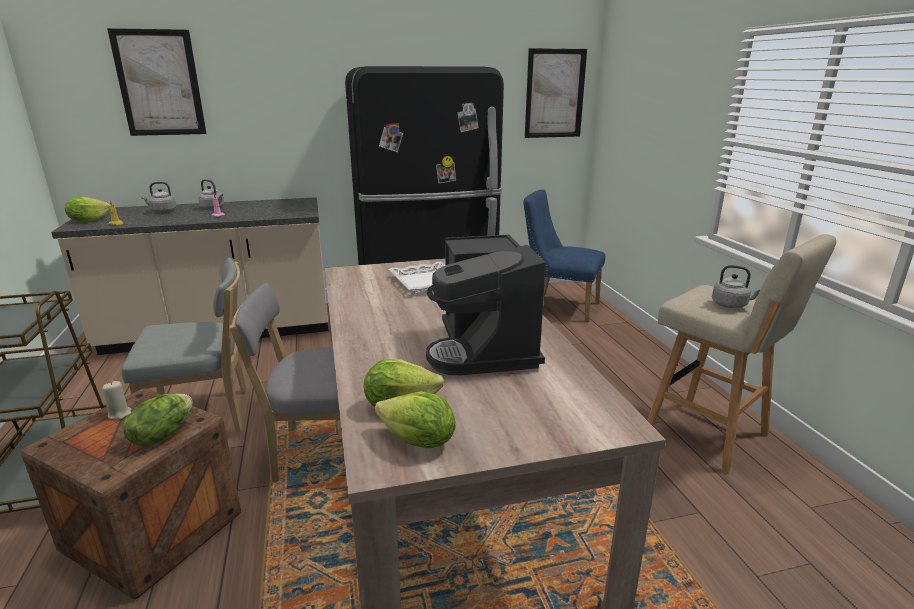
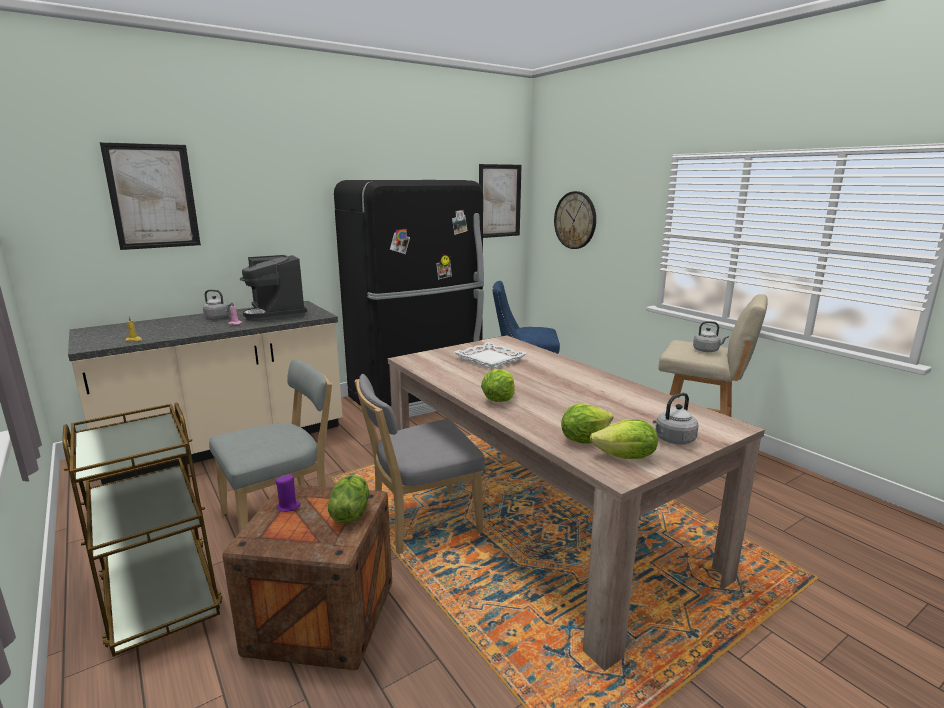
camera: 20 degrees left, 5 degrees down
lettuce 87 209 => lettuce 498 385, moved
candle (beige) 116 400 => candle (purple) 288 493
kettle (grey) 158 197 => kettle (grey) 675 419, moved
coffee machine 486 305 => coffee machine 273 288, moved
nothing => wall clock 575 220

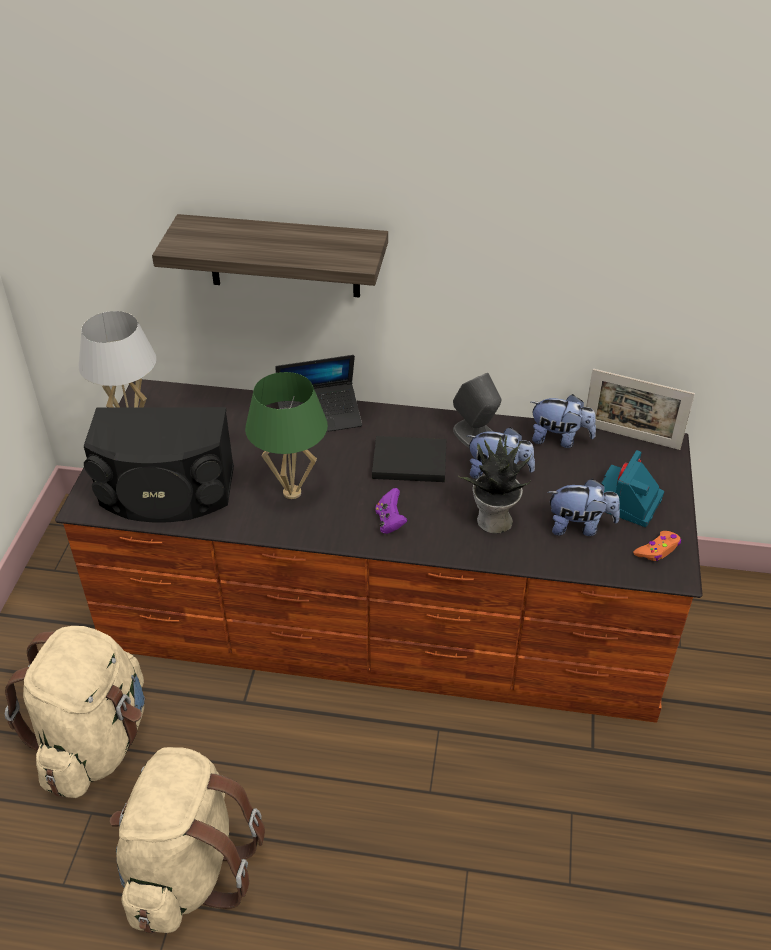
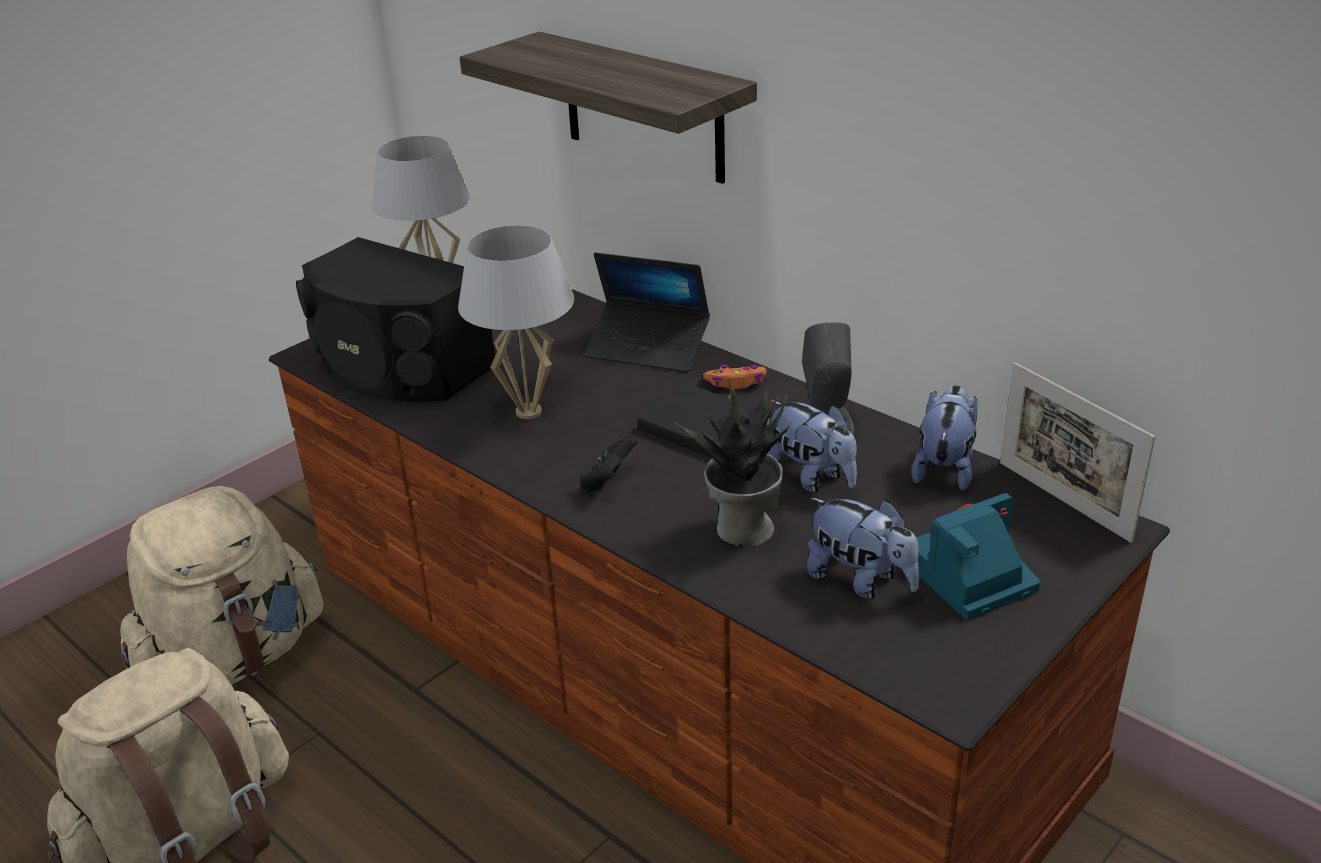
camera: 35 degrees right, 10 degrees down
table lamp (green) 286 435 => table lamp (white) 516 322
game controller (purple) 391 511 => game controller (black) 608 464
plush toy 563 421 => plush toy 944 438, 120 degrees counterclockwise
game controller (orange) 657 546 => game controller (orange) 735 377, moved

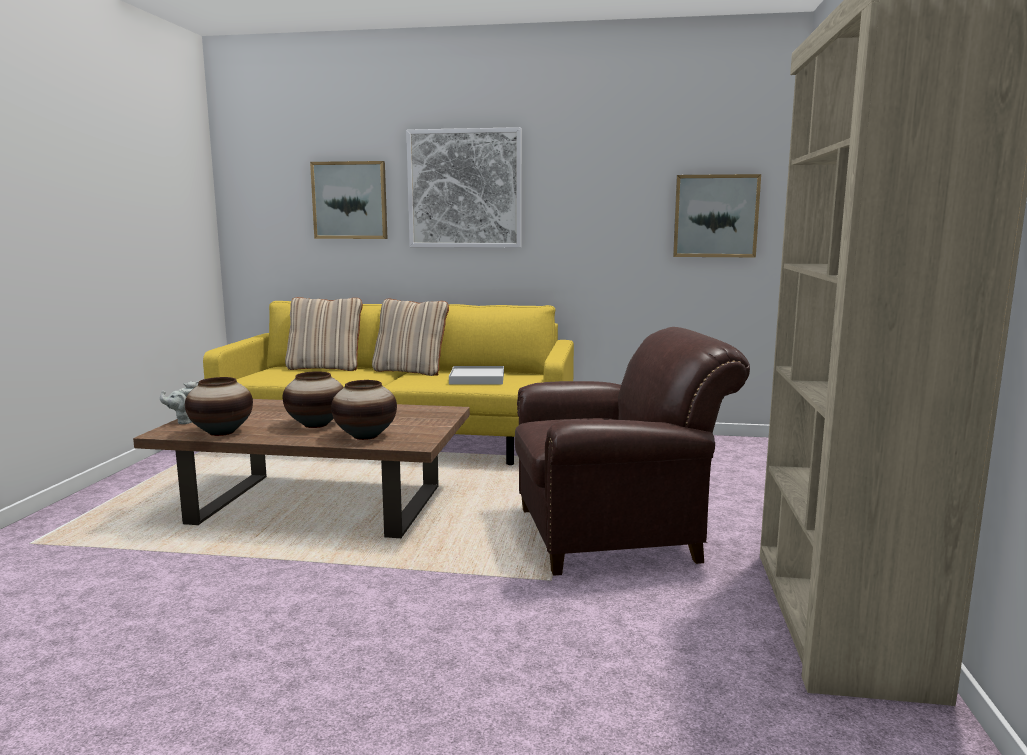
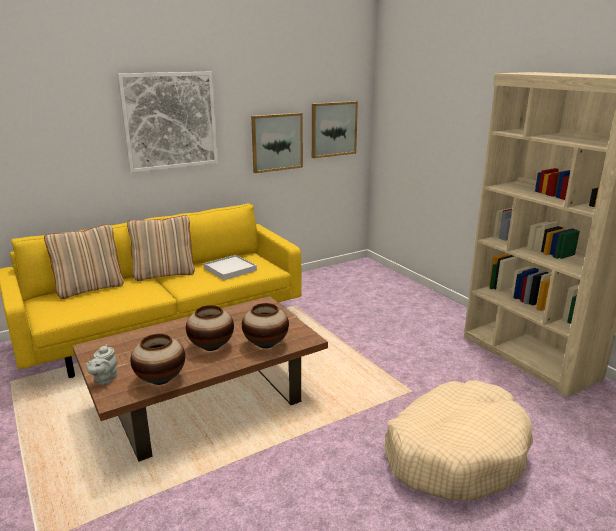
camera: 40 degrees left, 10 degrees up
picture 349 200 => picture 277 143, moved
armchair (brown) 632 451 => nothing
nothing => dog bed (beige) 459 440

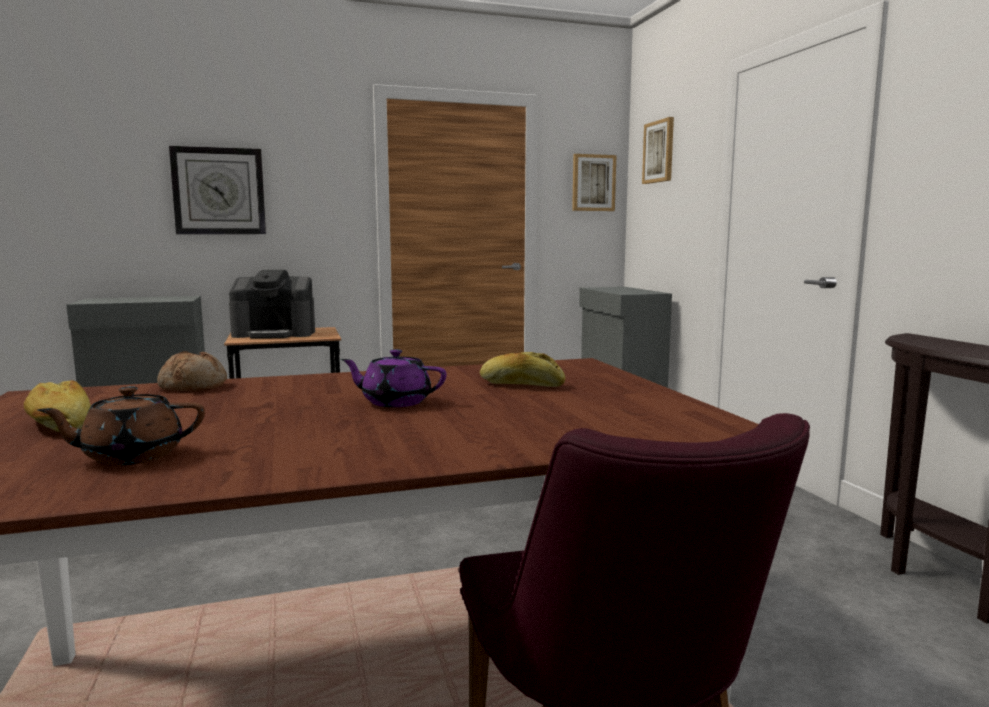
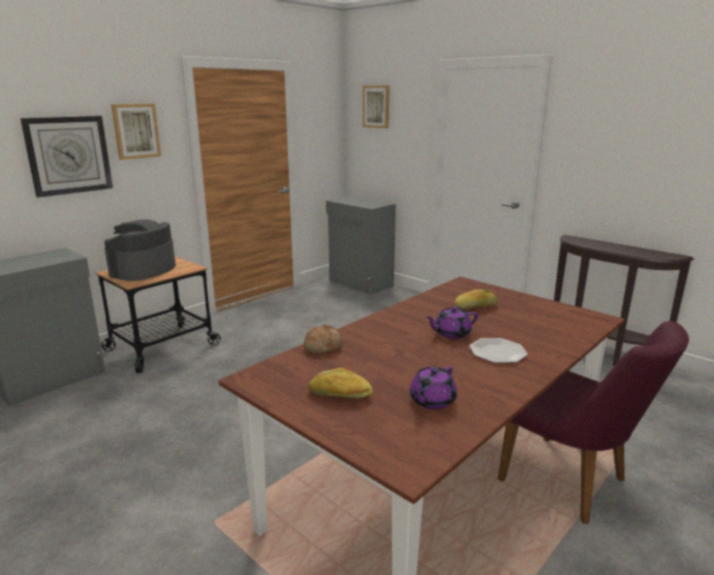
camera: 30 degrees left, 10 degrees up
teapot (brown) 121 426 => teapot (purple) 433 387
coffee machine 272 304 => coffee machine 140 250, 150 degrees clockwise
picture 594 182 => picture 136 132, moved
nothing => plate 499 350

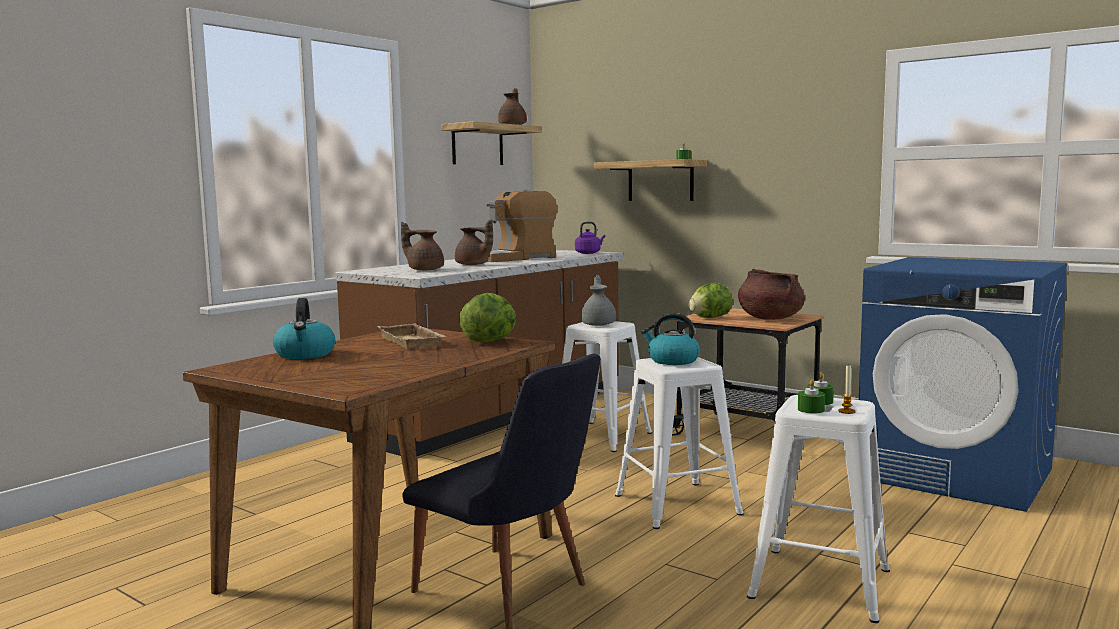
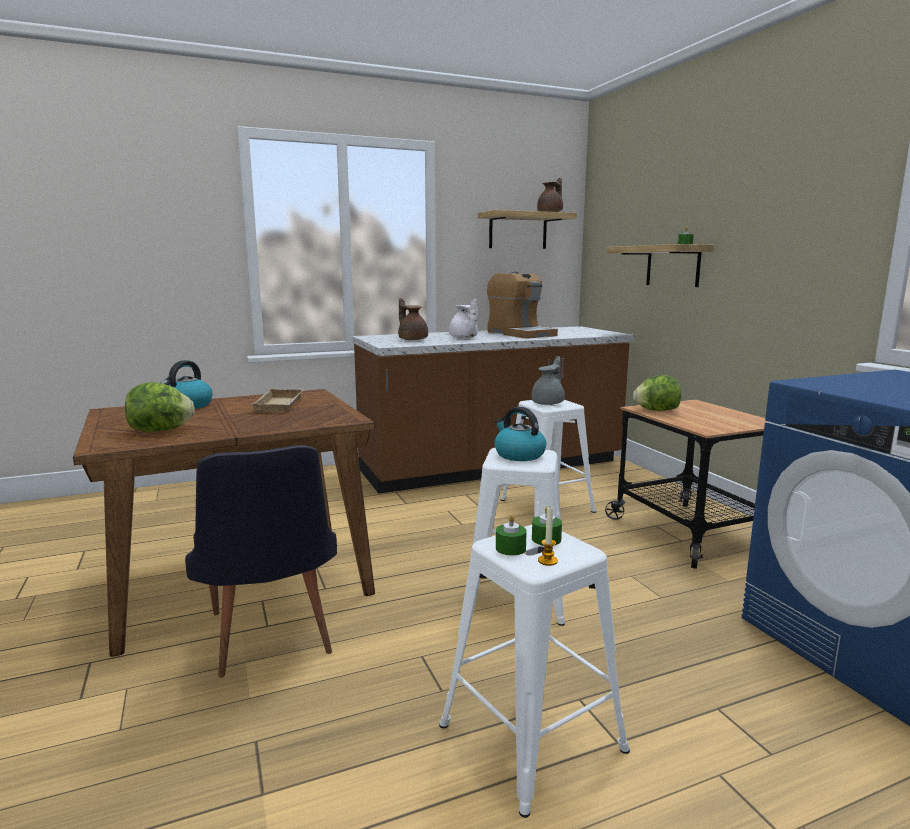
camera: 30 degrees right, 5 degrees up
teapot (brown) 474 242 => teapot (white) 463 318
lettuce 487 318 => lettuce 160 407, moved
coffee machine 522 225 => coffee machine 522 305, 120 degrees counterclockwise
kettle (purple) 590 238 => nothing
cooking pot (brown) 771 294 => nothing

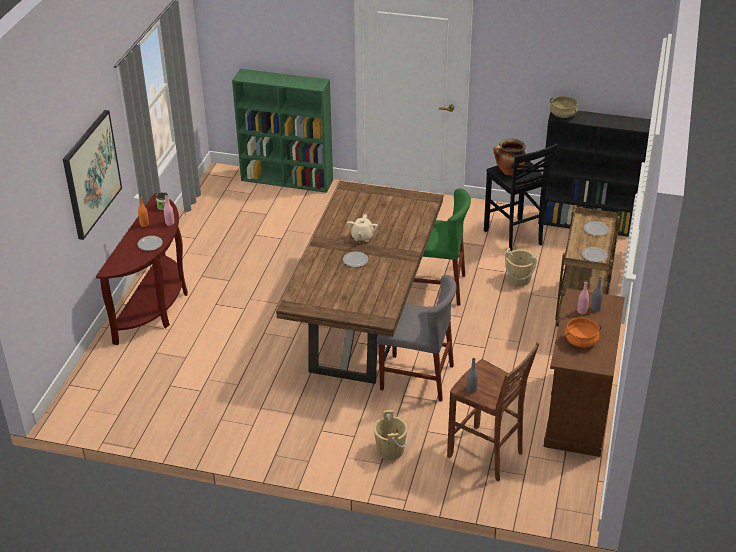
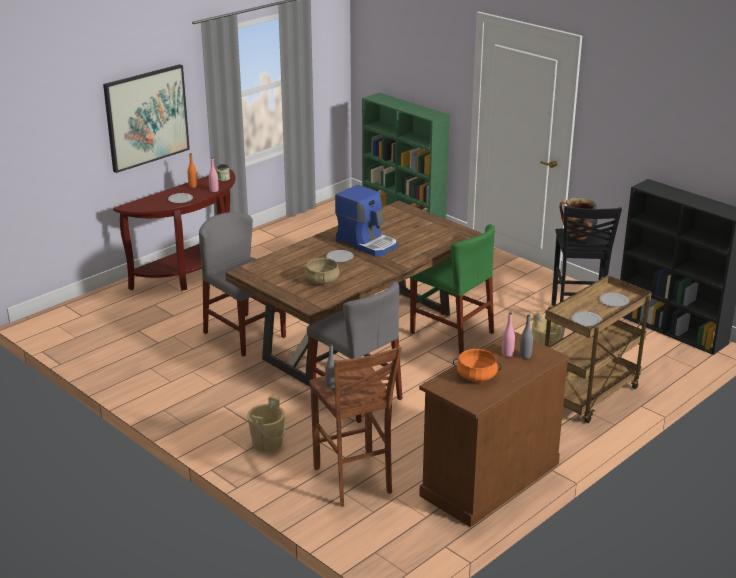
camera: 30 degrees right, 10 degrees down
teapot (beige) 362 228 => coffee machine 366 220
cooking pot (beige) 564 107 => cooking pot (beige) 322 271, moved
nothing => chair (grey) 242 284

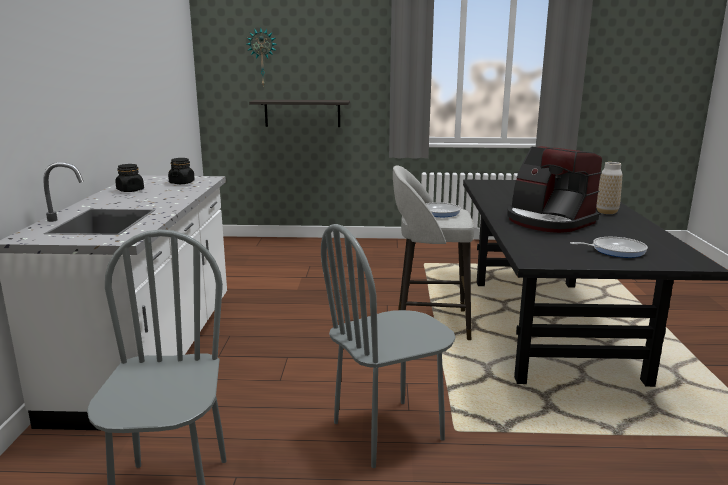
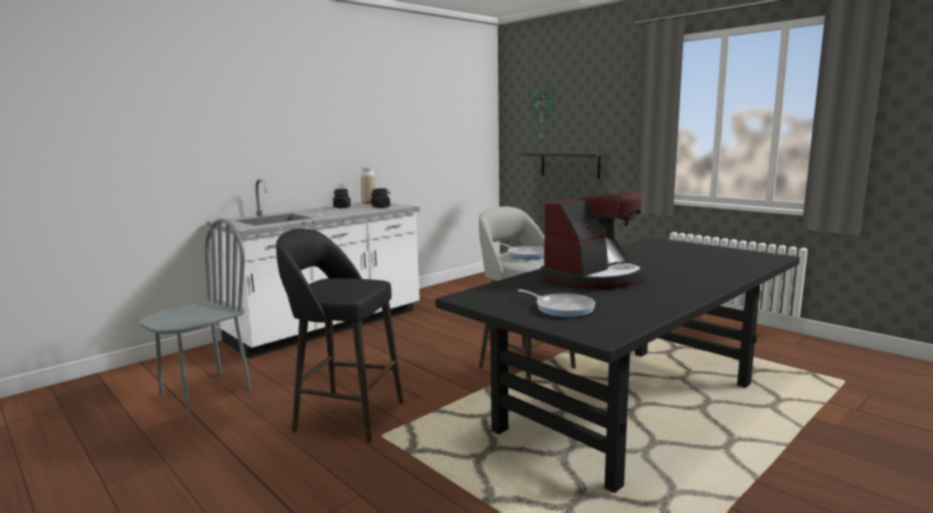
camera: 45 degrees right, 5 degrees down
chair (grey) 388 346 => stool (black) 339 336
coffee machine 554 189 => coffee machine 593 240, 135 degrees counterclockwise
vase 609 188 => vase 368 185, moved

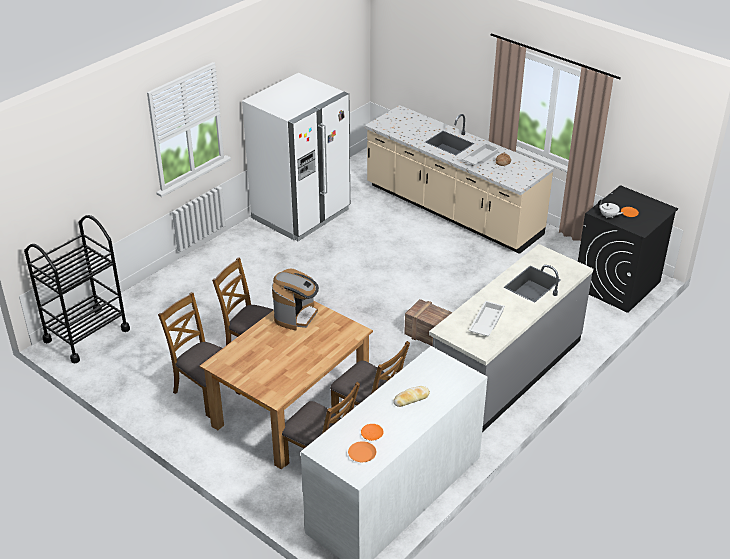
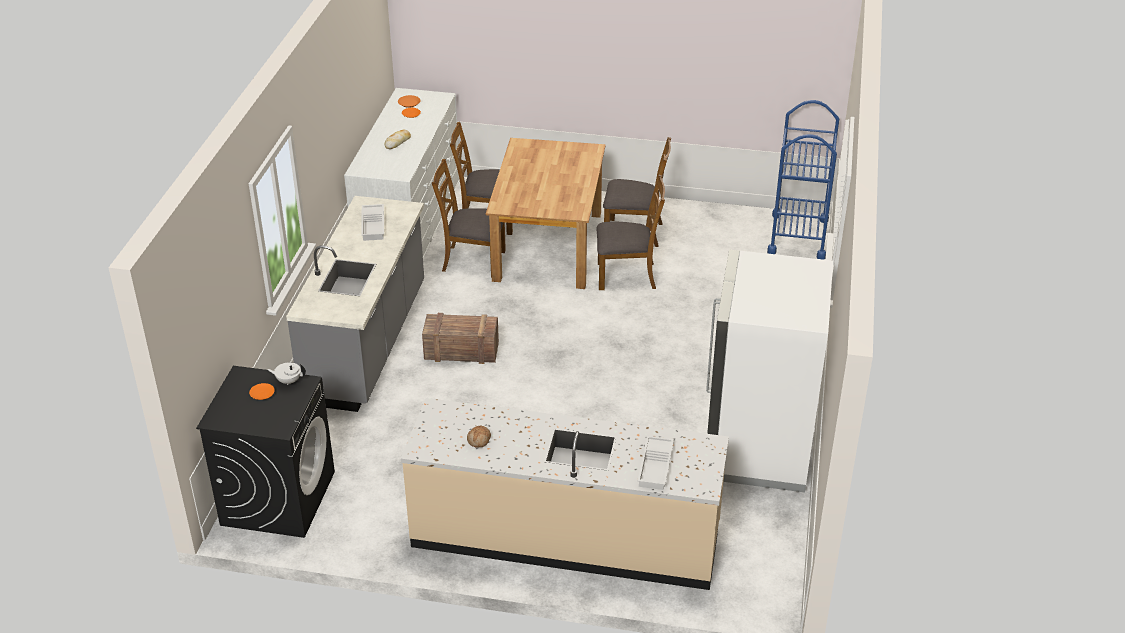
camera: 150 degrees right, 0 degrees up
cart (black) 77 289 => cart (blue) 803 180
coffee machine 295 299 => nothing
tray (white) 480 154 => tray (white) 655 463, moved

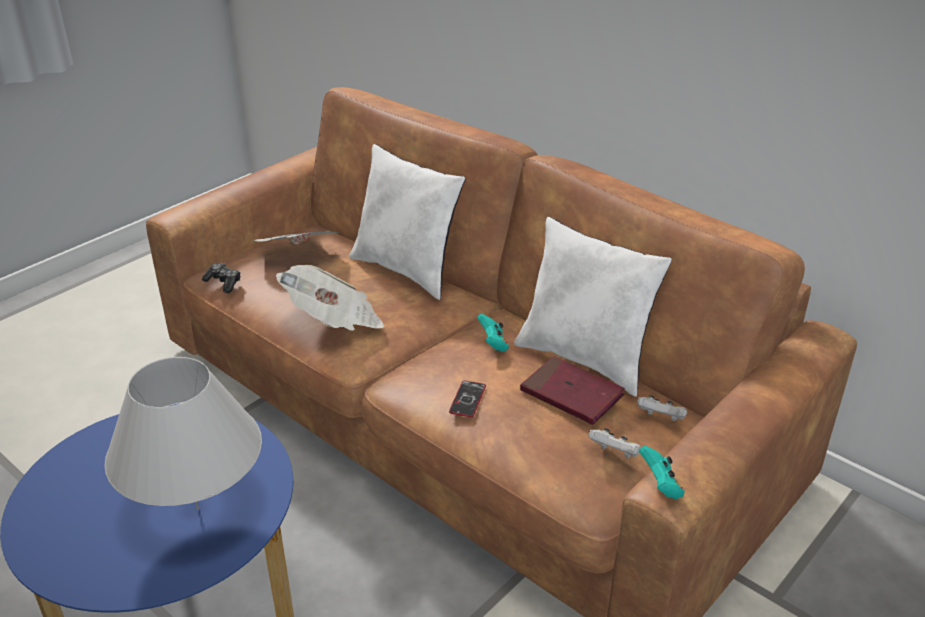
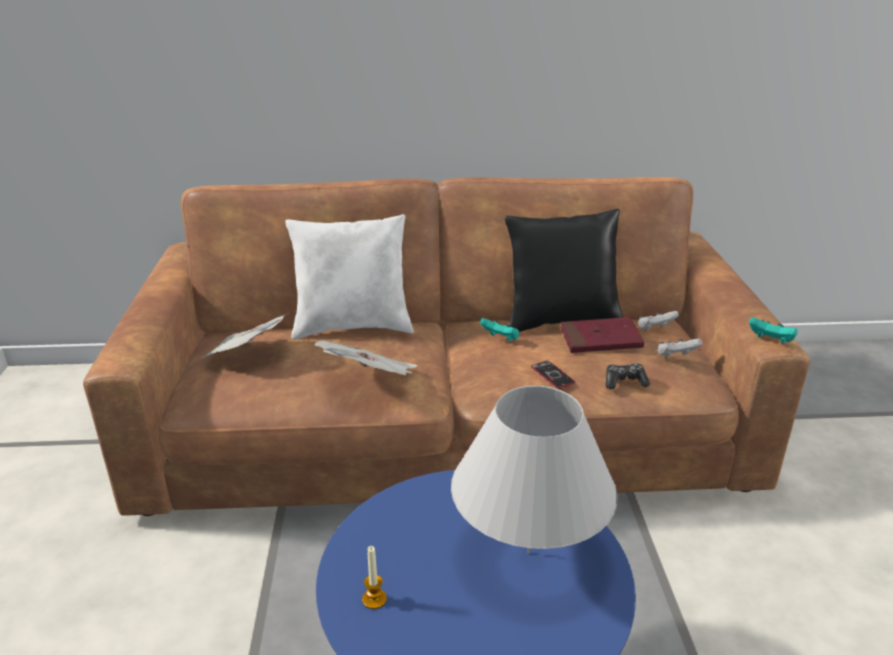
camera: 45 degrees left, 5 degrees down
game controller 221 278 => game controller 628 376, moved
pillow (white) 593 307 => pillow (black) 564 270
nothing => candle 374 577

